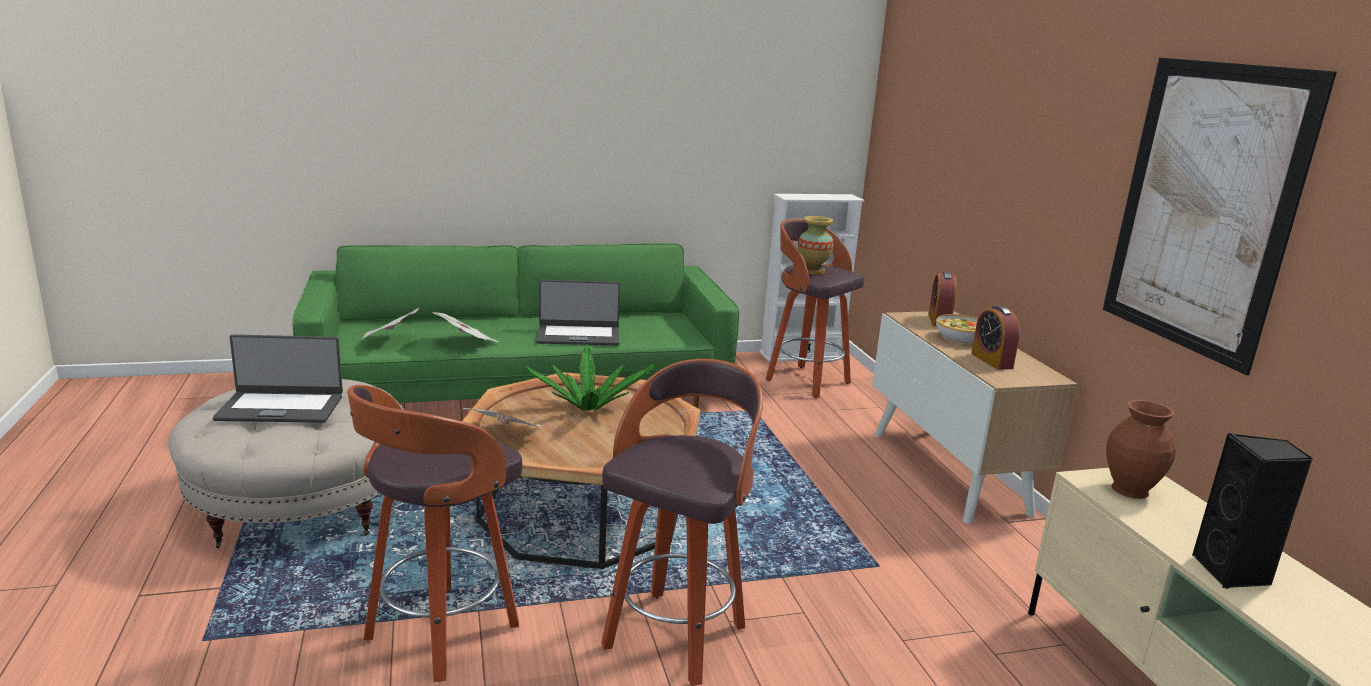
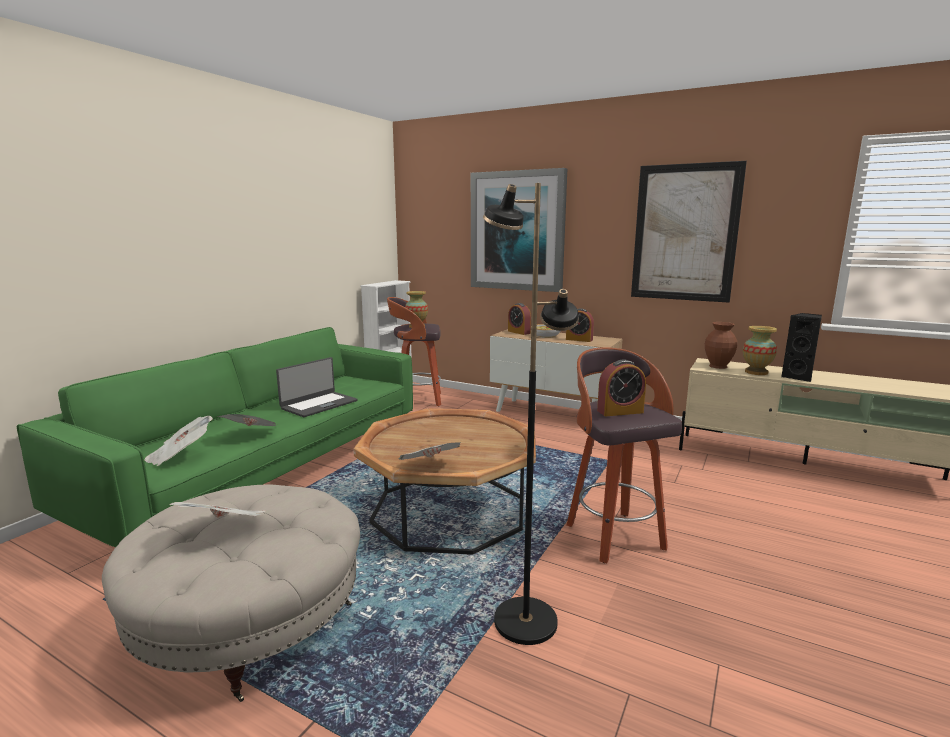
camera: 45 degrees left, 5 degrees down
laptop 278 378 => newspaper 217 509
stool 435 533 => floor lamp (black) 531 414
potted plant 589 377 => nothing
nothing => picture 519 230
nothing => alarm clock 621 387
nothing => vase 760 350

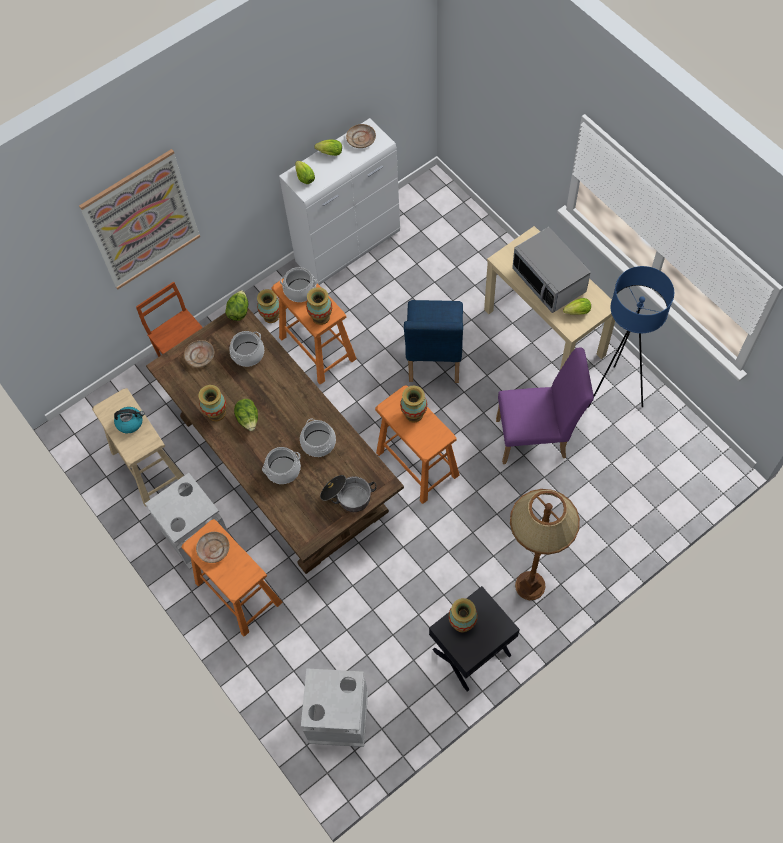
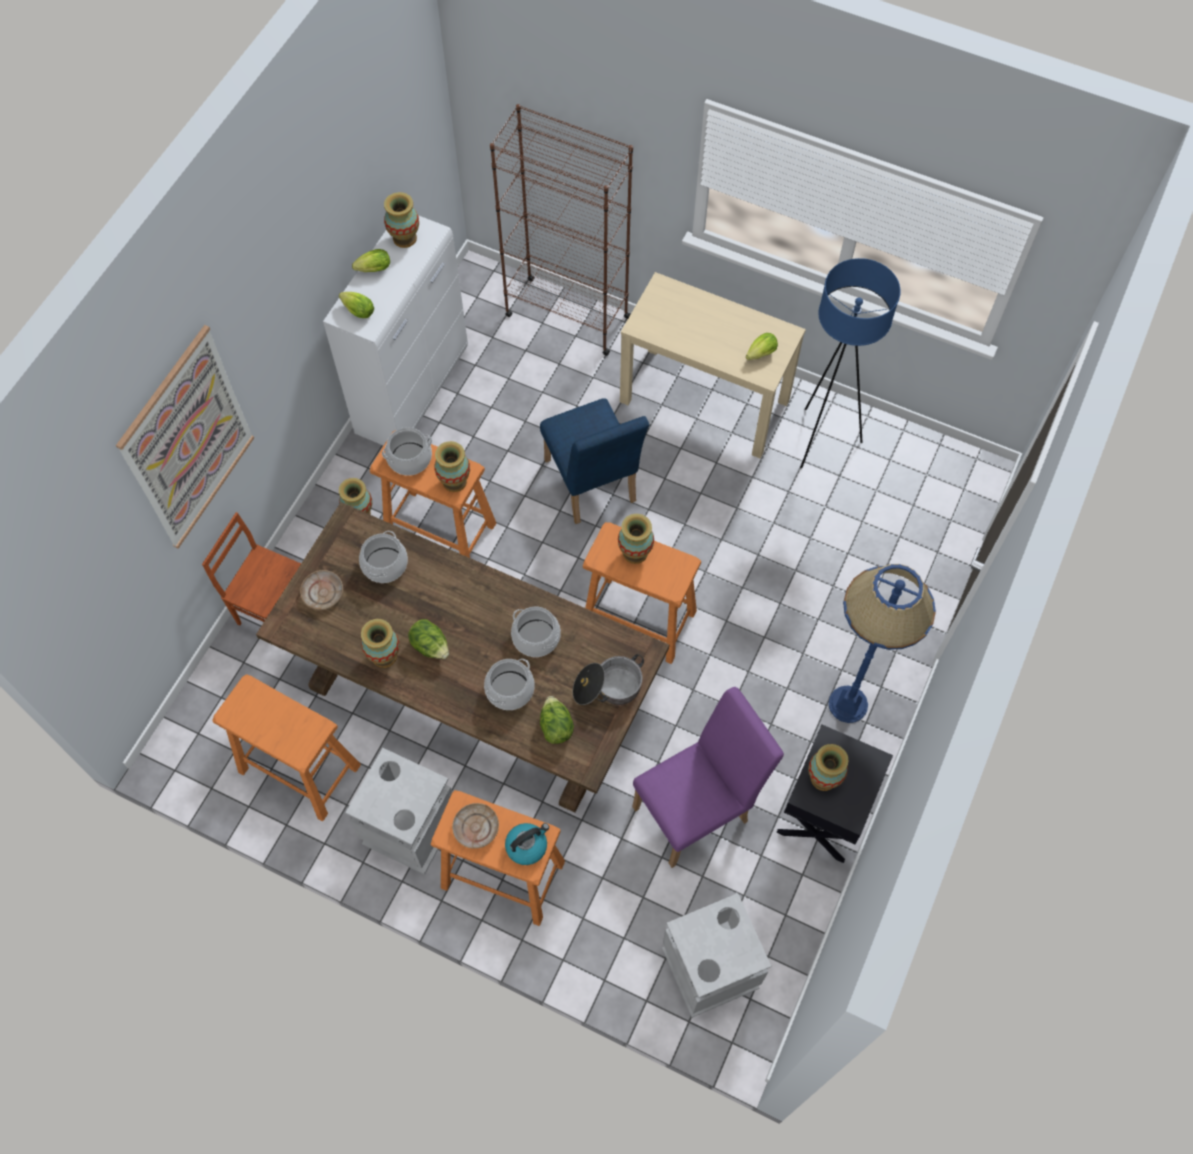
camera: 30 degrees left, 0 degrees up
stool (beige) 138 447 => stool (orange) 286 747
kettle 129 420 => kettle 527 844, moved
lettuce 236 305 => lettuce 557 720, moved
plate (beige) 361 136 => vase 401 220
chair (purple) 545 406 => chair (purple) 708 777, moved
floor lamp (brown) 545 544 => floor lamp (blue) 882 643
microwave 551 270 => nothing
nothing => bookcase (brown) 561 230

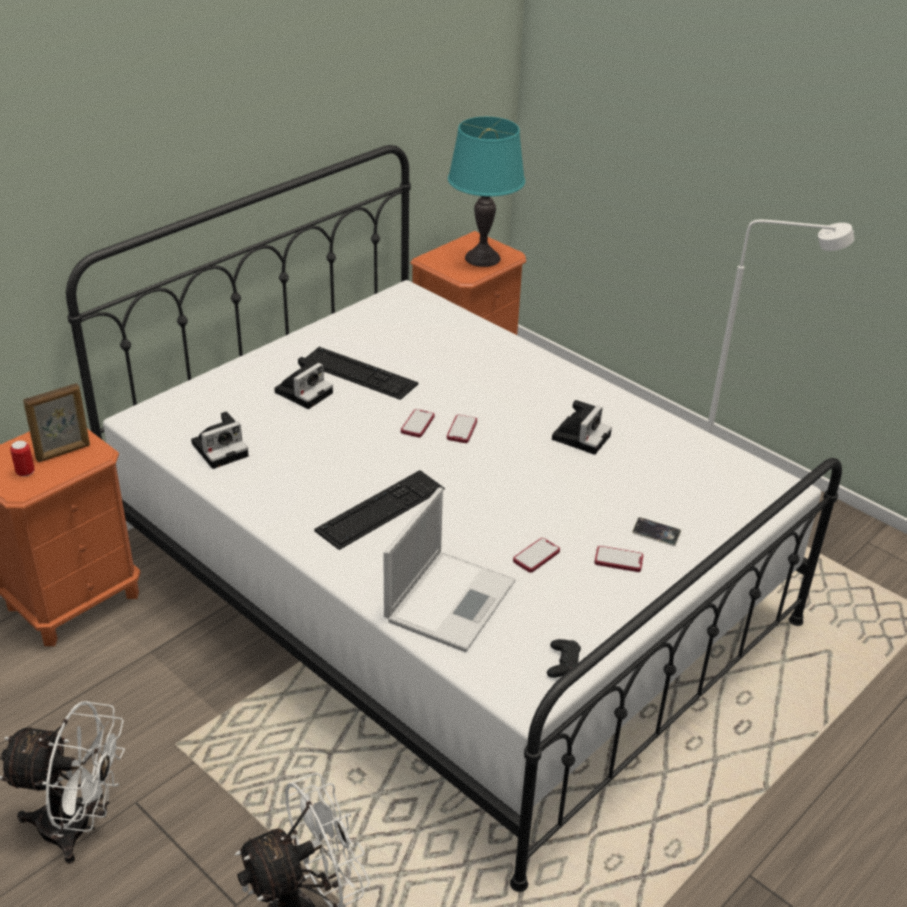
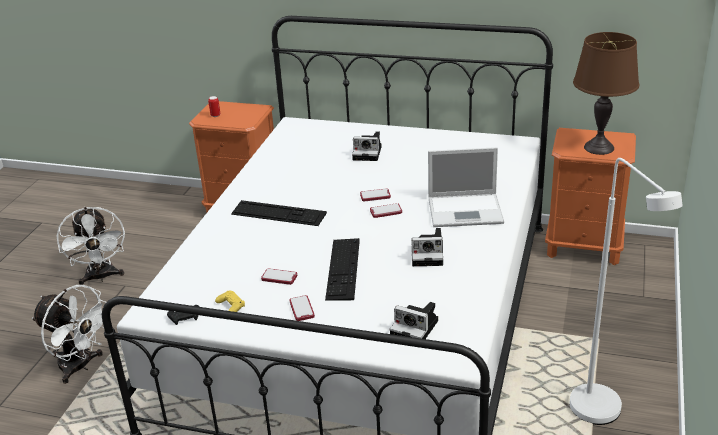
camera: 65 degrees right, 5 degrees down
picture frame 56 422 => nothing
photo camera 220 440 => photo camera 414 320, moved
keyboard 362 373 => keyboard 342 269, moved
laptop 449 570 => laptop 466 187, moved
table lamp (turquoise) 486 192 => table lamp (brown) 606 93
phone 656 531 => nothing
nothing => game controller (yellow) 230 301

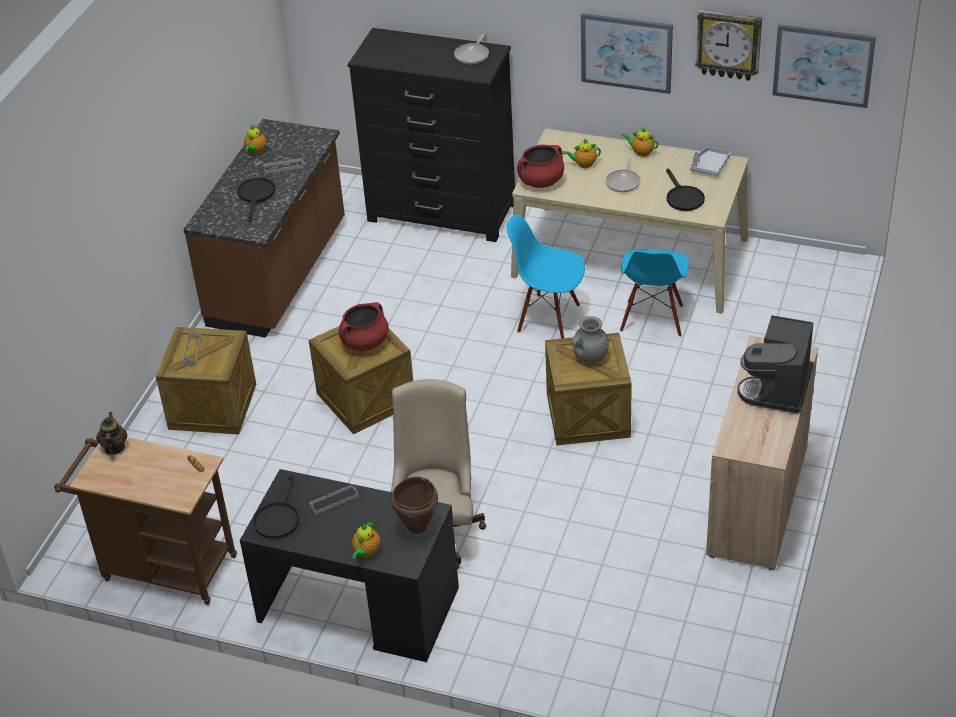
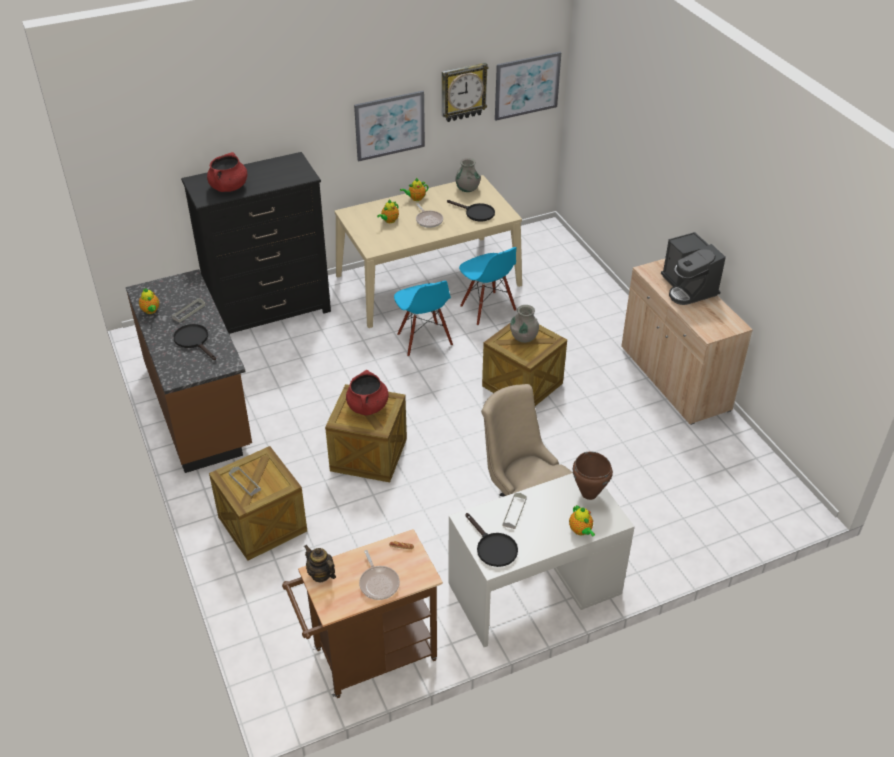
camera: 45 degrees left, 0 degrees up
desk (black) 349 565 => desk (white) 541 560
frying pan 471 48 => frying pan 379 575, moved
chair (blue) 545 276 => chair (blue) 423 319, 90 degrees counterclockwise
cooking pot (red) 540 166 => cooking pot (red) 227 172, moved
tray (grey) 710 162 => vase (grey) 468 175

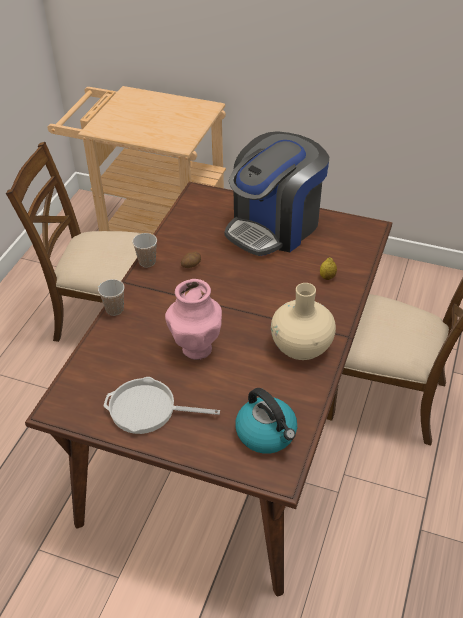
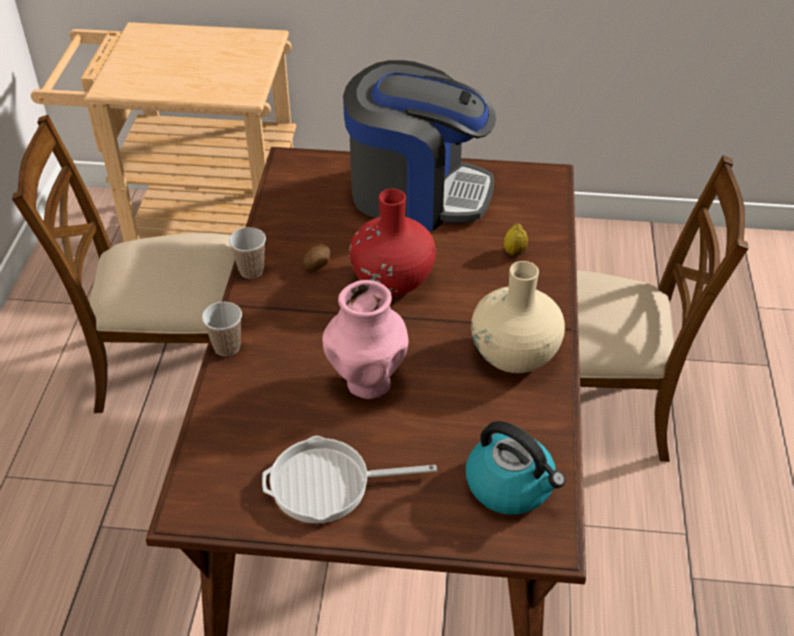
camera: 15 degrees left, 0 degrees up
coffee machine 276 193 => coffee machine 419 145, 105 degrees counterclockwise
nothing => vase (red) 392 242

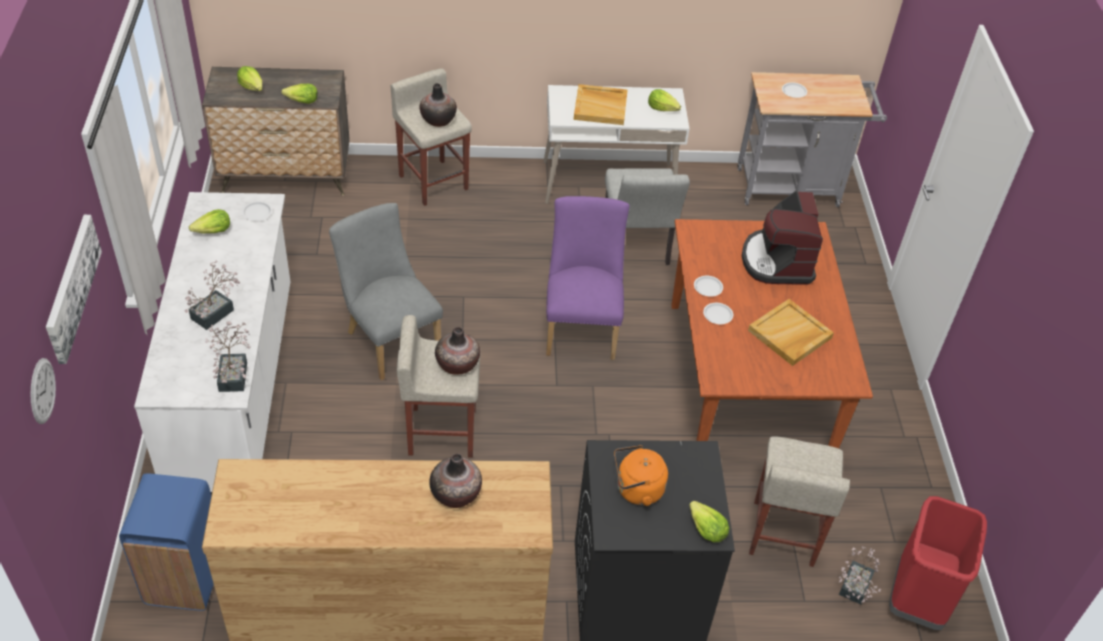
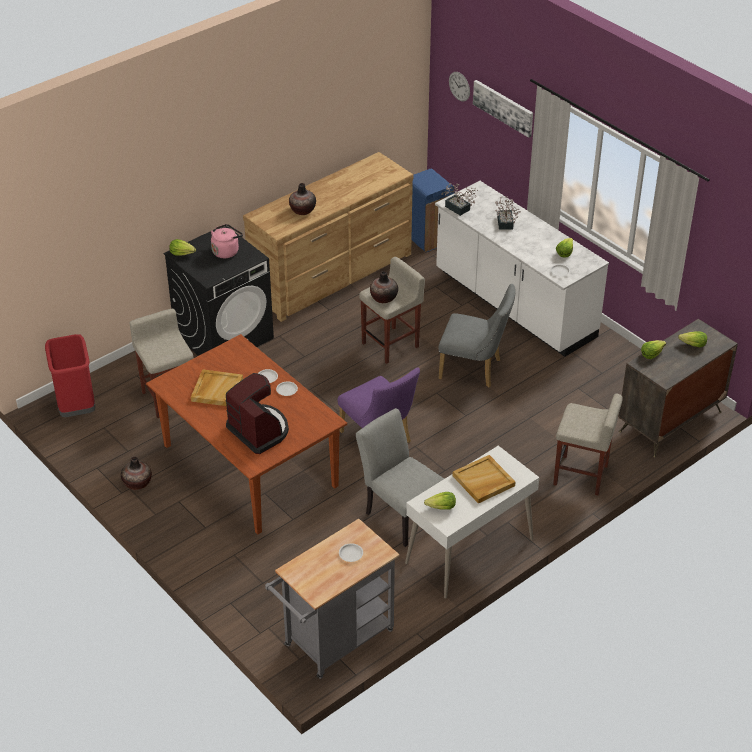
camera: 145 degrees right, 5 degrees down
vase 438 105 => vase 136 473, moved
kettle (orange) 641 475 => kettle (pink) 227 241
potted plant 860 575 => nothing

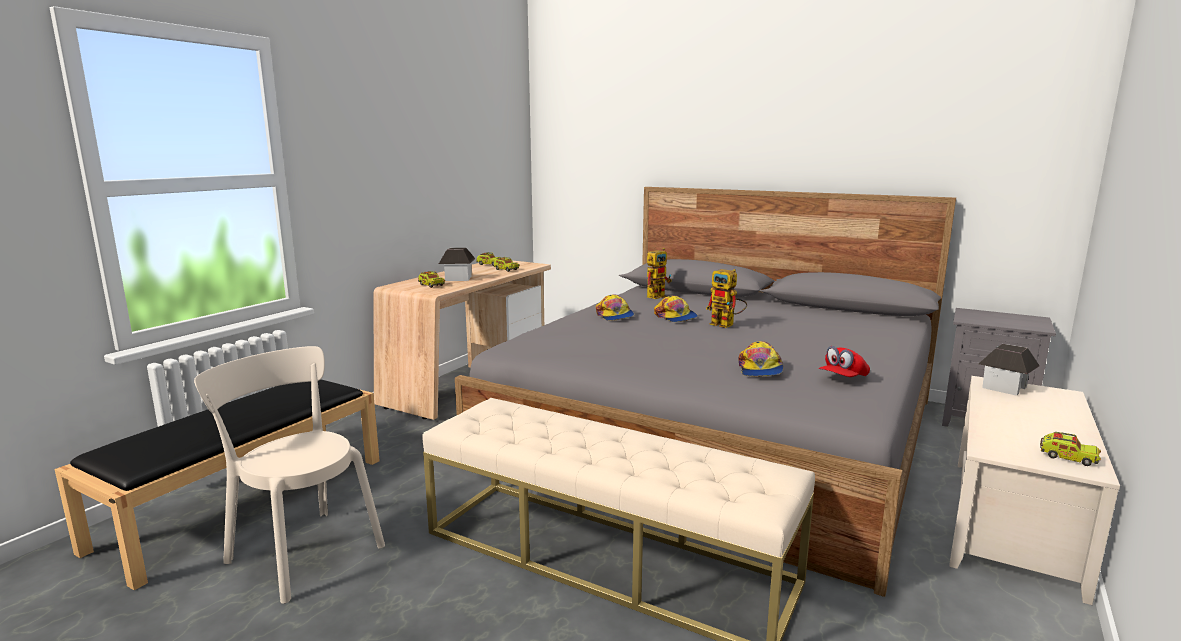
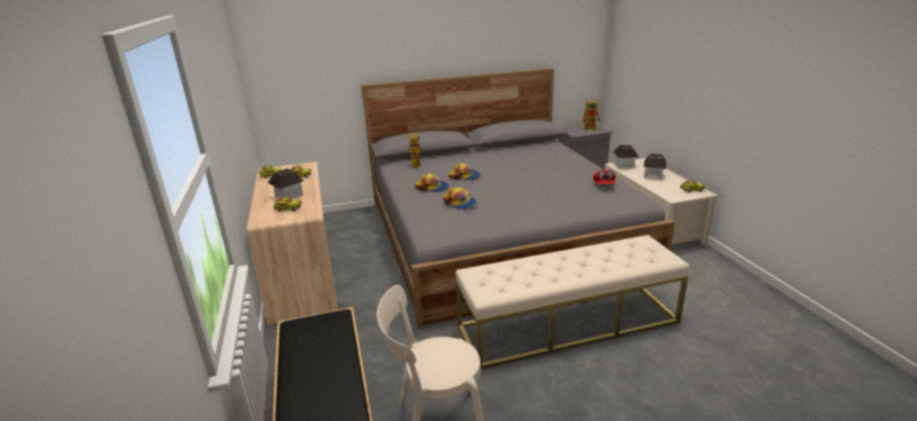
camera: 45 degrees left, 10 degrees up
toy robot 726 298 => toy robot 591 115, moved
cap 760 359 => cap 460 198, moved
nothing => toy house 654 166

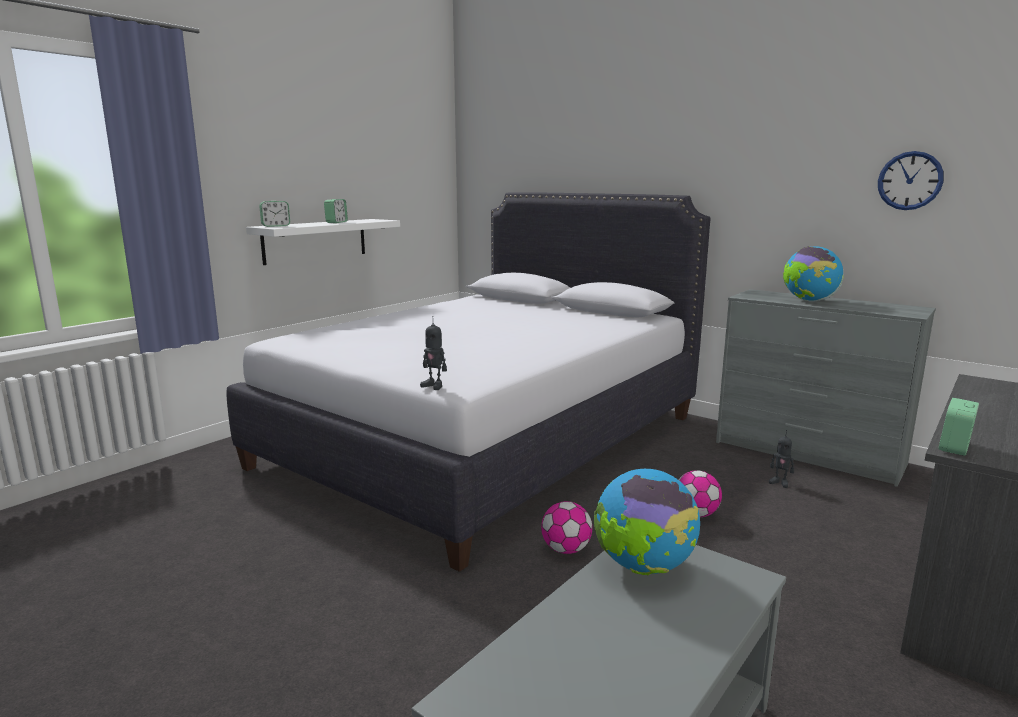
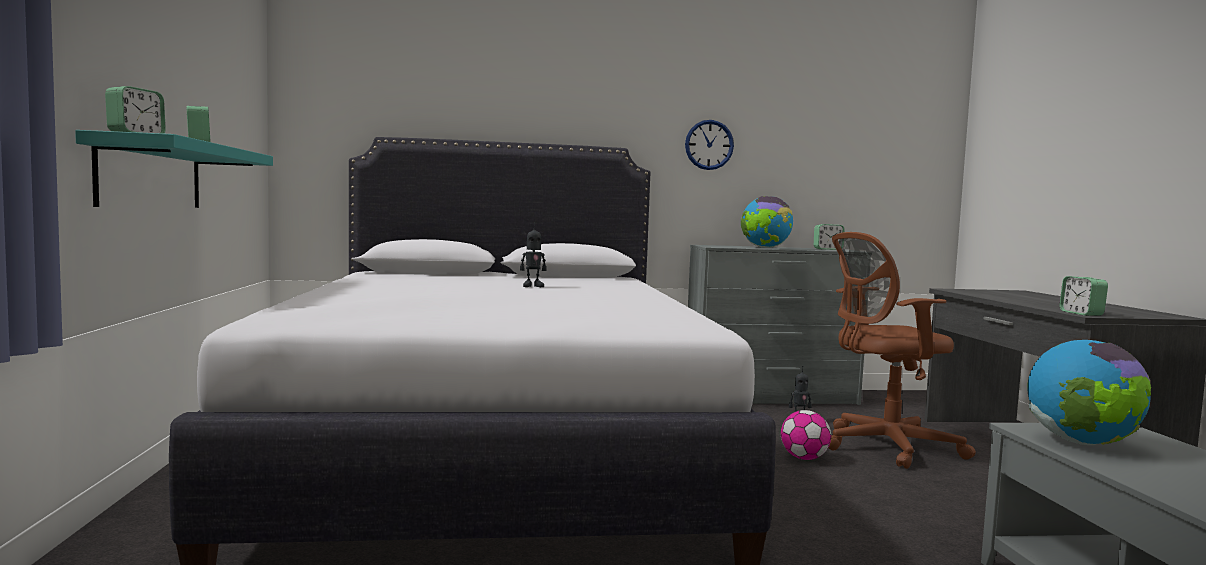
camera: 45 degrees left, 10 degrees down
shelf (white) 323 242 => shelf (turquoise) 174 169
toy robot 433 353 => toy robot 533 254, moved
football 566 527 => nothing
wall clock 911 180 => wall clock 709 145, moved
nothing => alarm clock 829 237
nothing => office chair (brown) 902 350

